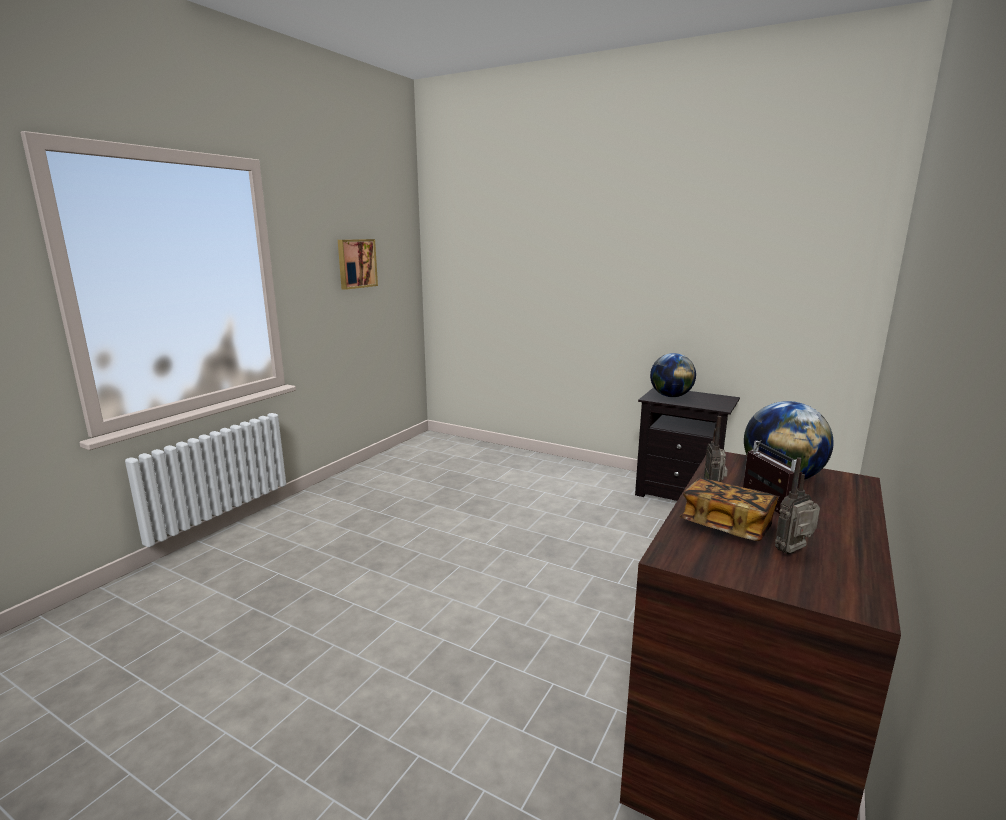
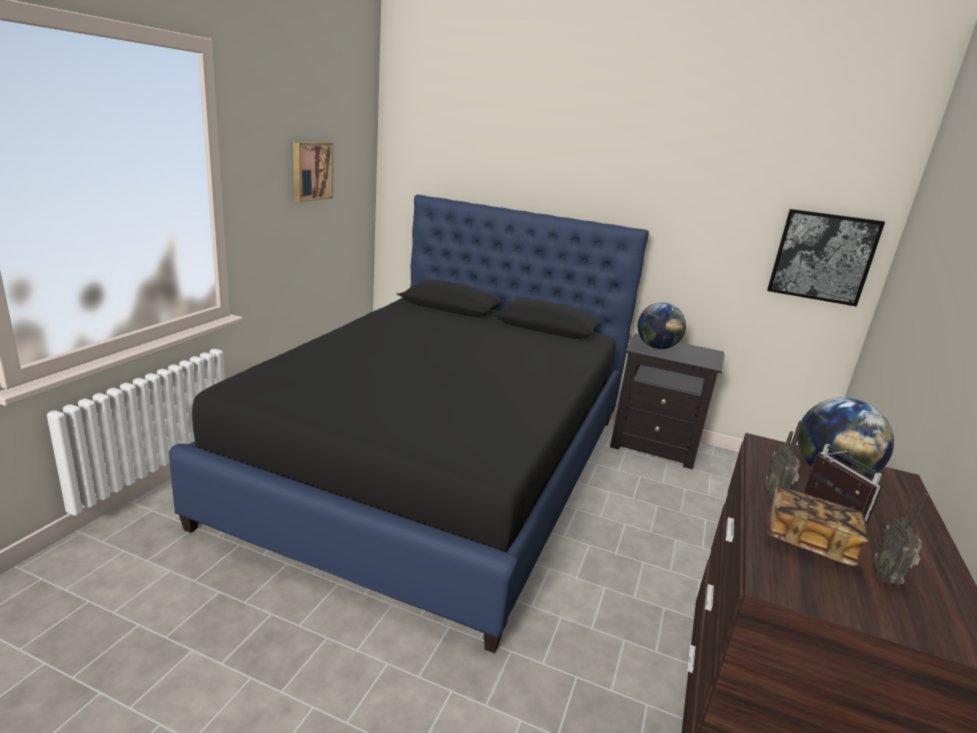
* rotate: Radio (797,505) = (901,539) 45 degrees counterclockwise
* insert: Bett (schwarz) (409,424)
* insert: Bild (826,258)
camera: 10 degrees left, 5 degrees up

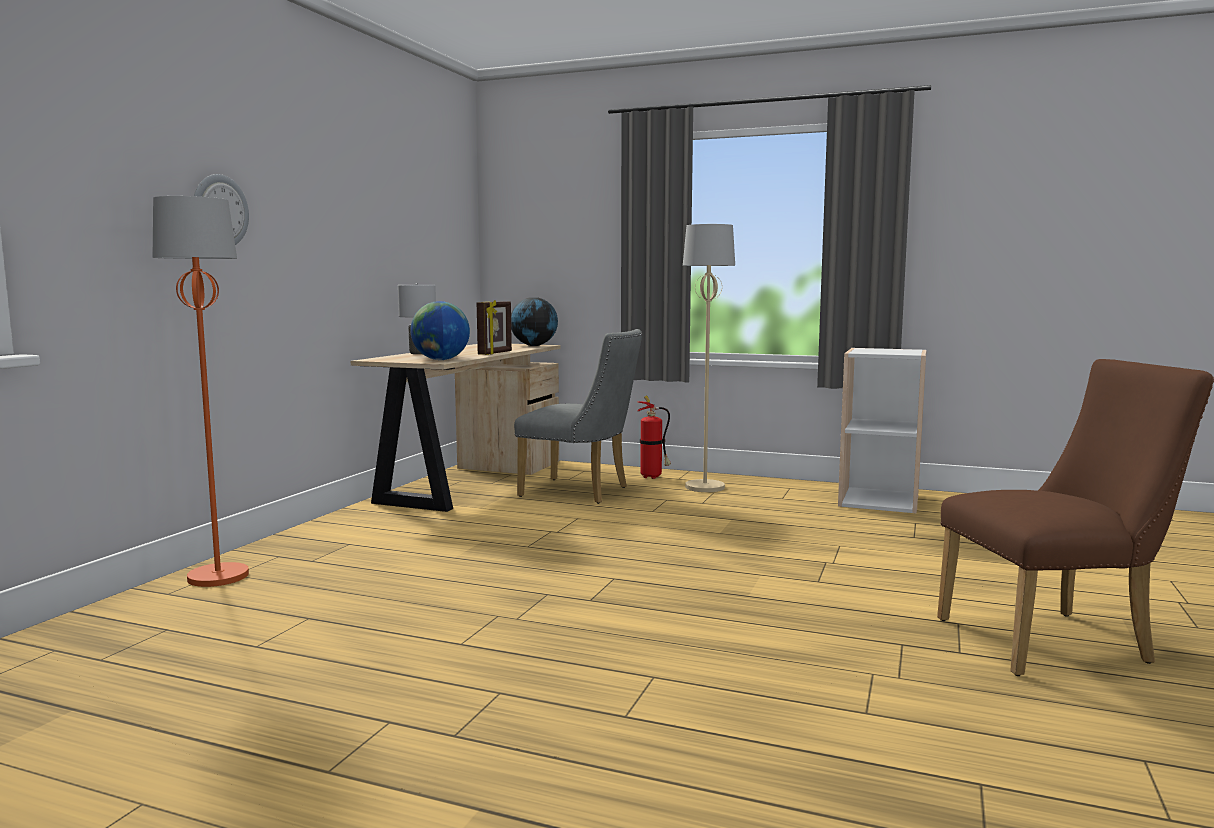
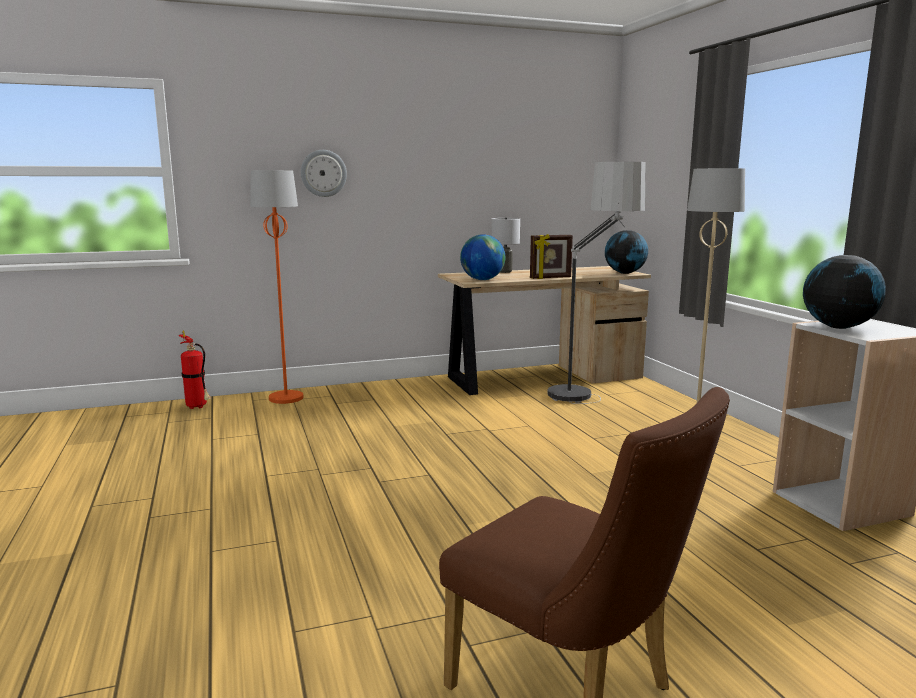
* replace: Stuhl (grau) (578,416) to Stehlampe (596,283)
* move: Feuerlöscher (654,437) to (194,370)
* insert: Globus (844,292)
camera: 50 degrees right, 5 degrees up

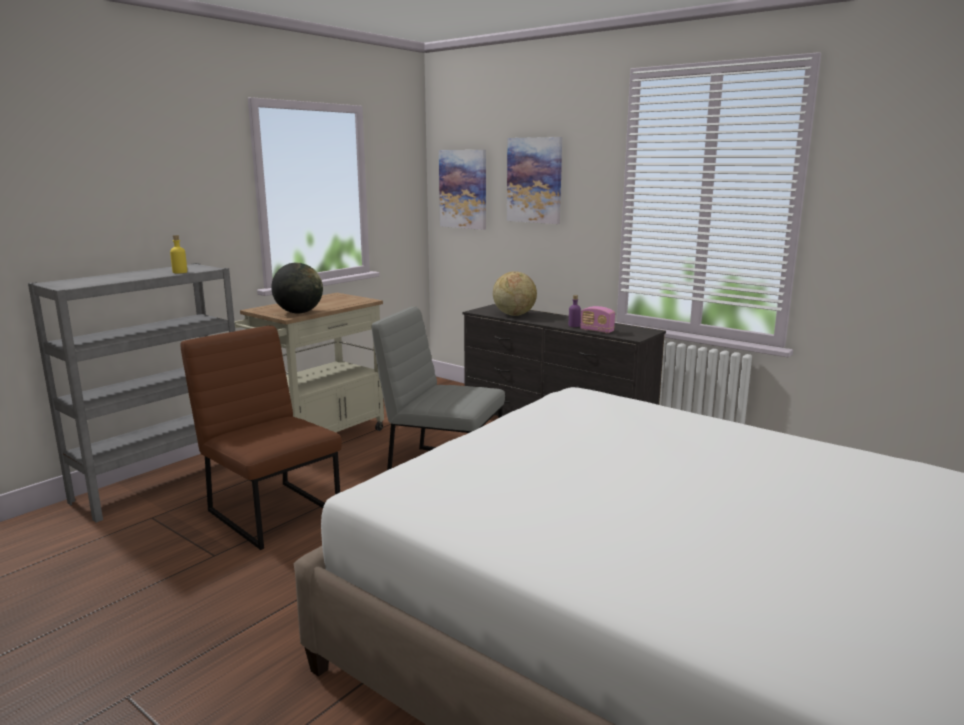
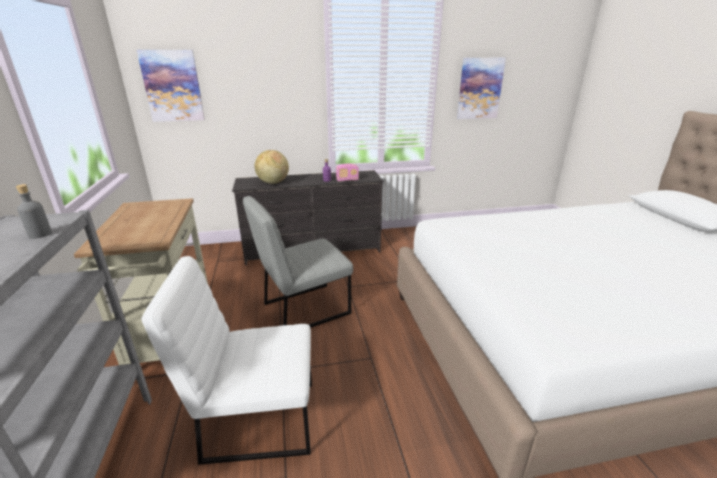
* move: Bild (534,180) to (481,88)
* recolor: Flasche (gelb) (178,254) to Flasche (grau) (34,211)
* delete: Globus (297,288)
* recolor: Stuhl (braun) (261,437) to Stuhl (weiß) (226,360)
camera: 50 degrees left, 10 degrees up

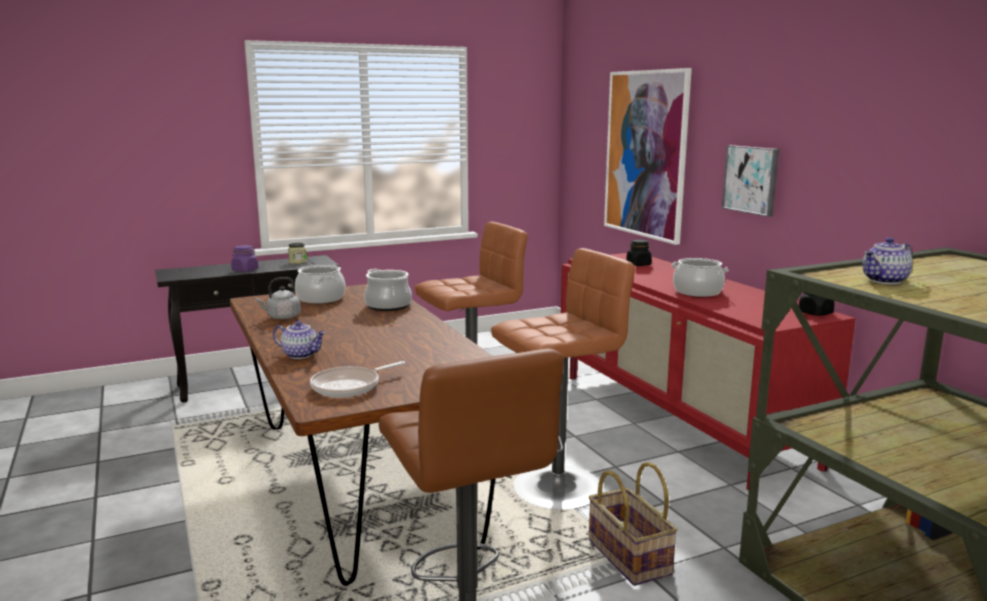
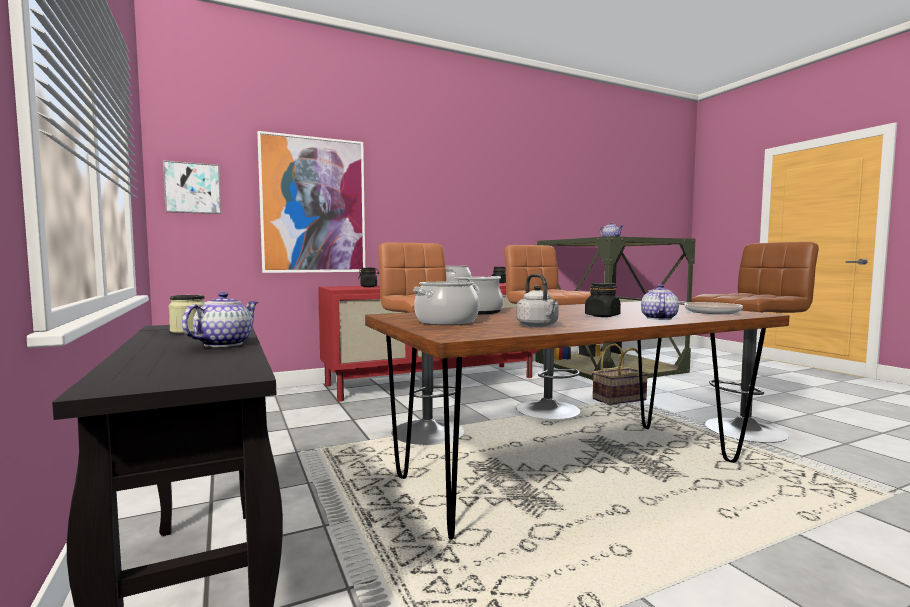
* move: Bild (750,181) to (192,187)
* replace: Vorratsglas (lila) (244,258) to Teekanne (220,319)
* insert: Vorratsglas (schwarz) (603,300)
camera: 90 degrees left, 10 degrees down

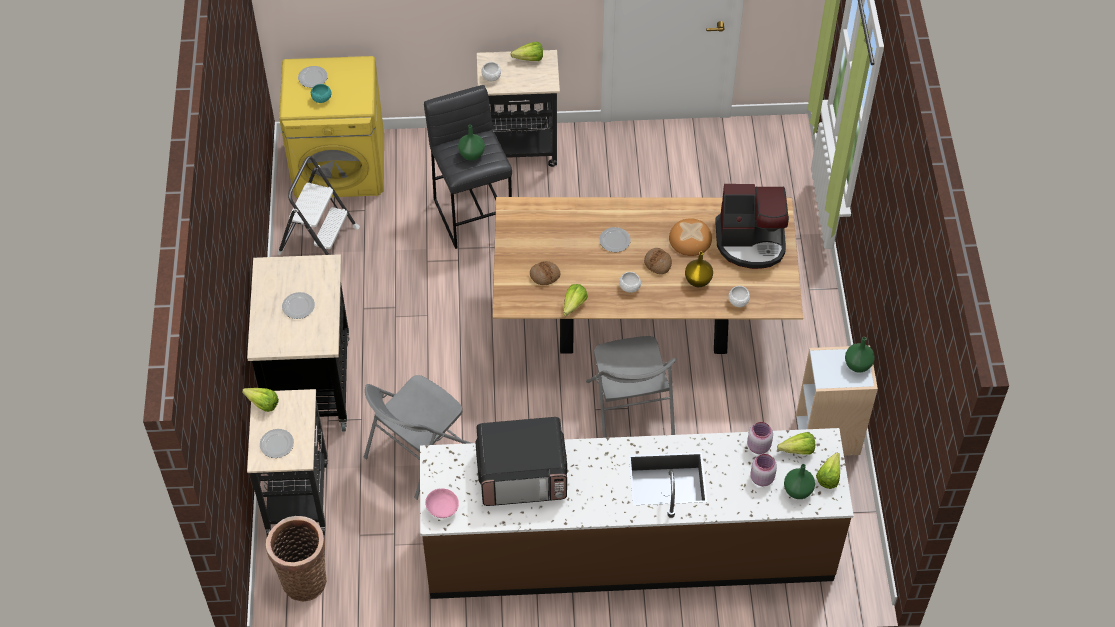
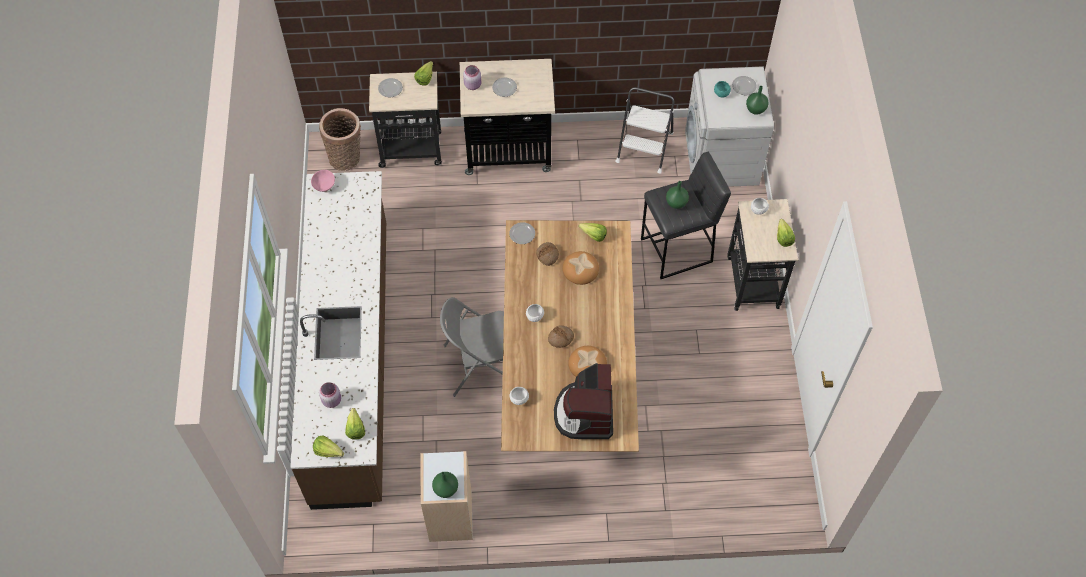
* recolor: Waschmaschine (gelb) (331,127) to Waschmaschine (weiß) (729,126)
* move: Teller (615,239) to (522,233)
* delete: Vase (gelb) (699,269)
* move: Salatkopf (575,300) to (592,232)
* delete: Stuhl (grau) (417,437)
* delete: Mikrowelle (521,461)
* move: Vorratsglas (rosa) (760,438) to (472,77)
* move: Vase (grün) (799,481) to (757,100)
* insert: Brot (581,268)
camera: 90 degrees right, 5 degrees up

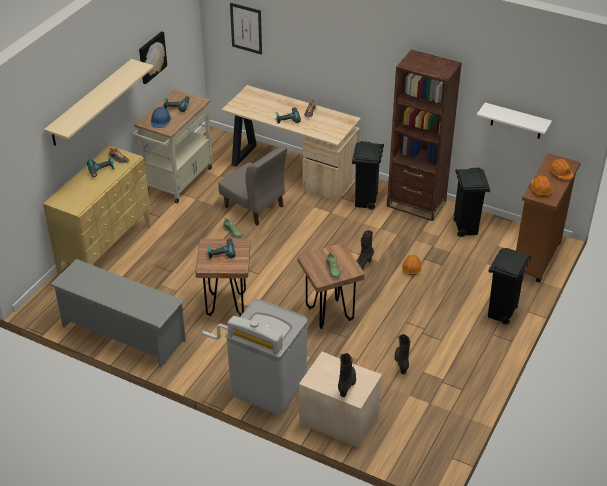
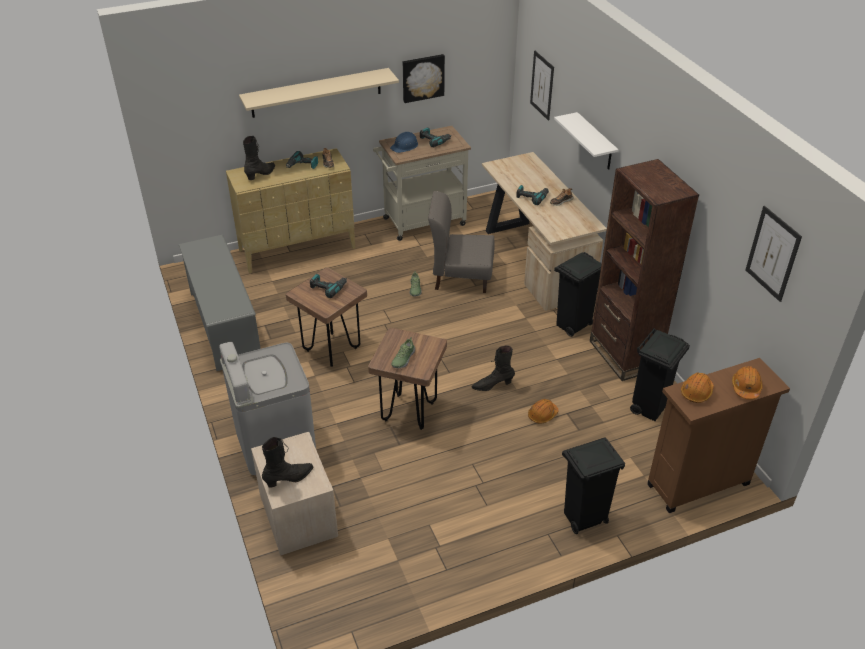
* move: Wandregal (weiß) (514,121) to (586,141)
* rotate: Stuhl (grau) (252,185) = (461,242) 105 degrees clockwise
* move: Stiefel (schwarz) (402,354) to (259,158)
* insert: Bild (774,254)
camera: 40 degrees right, 0 degrees up

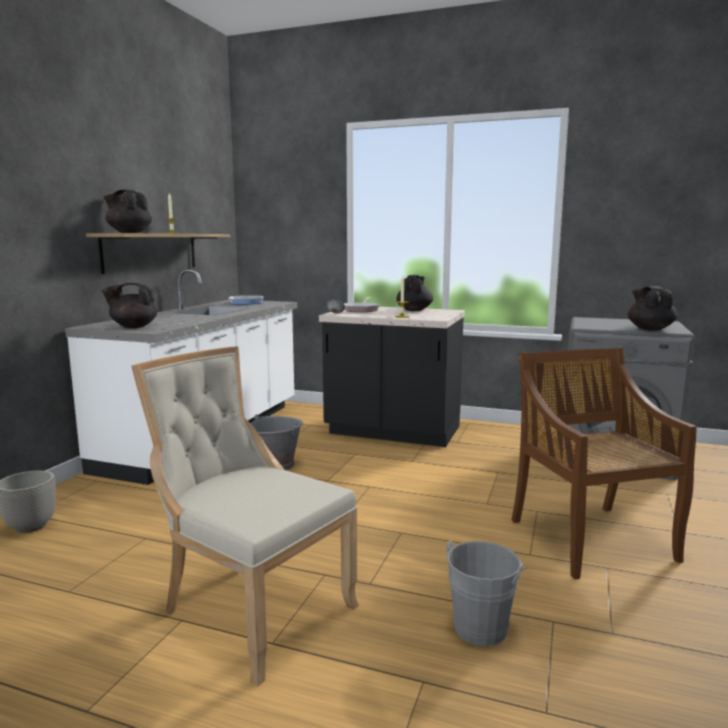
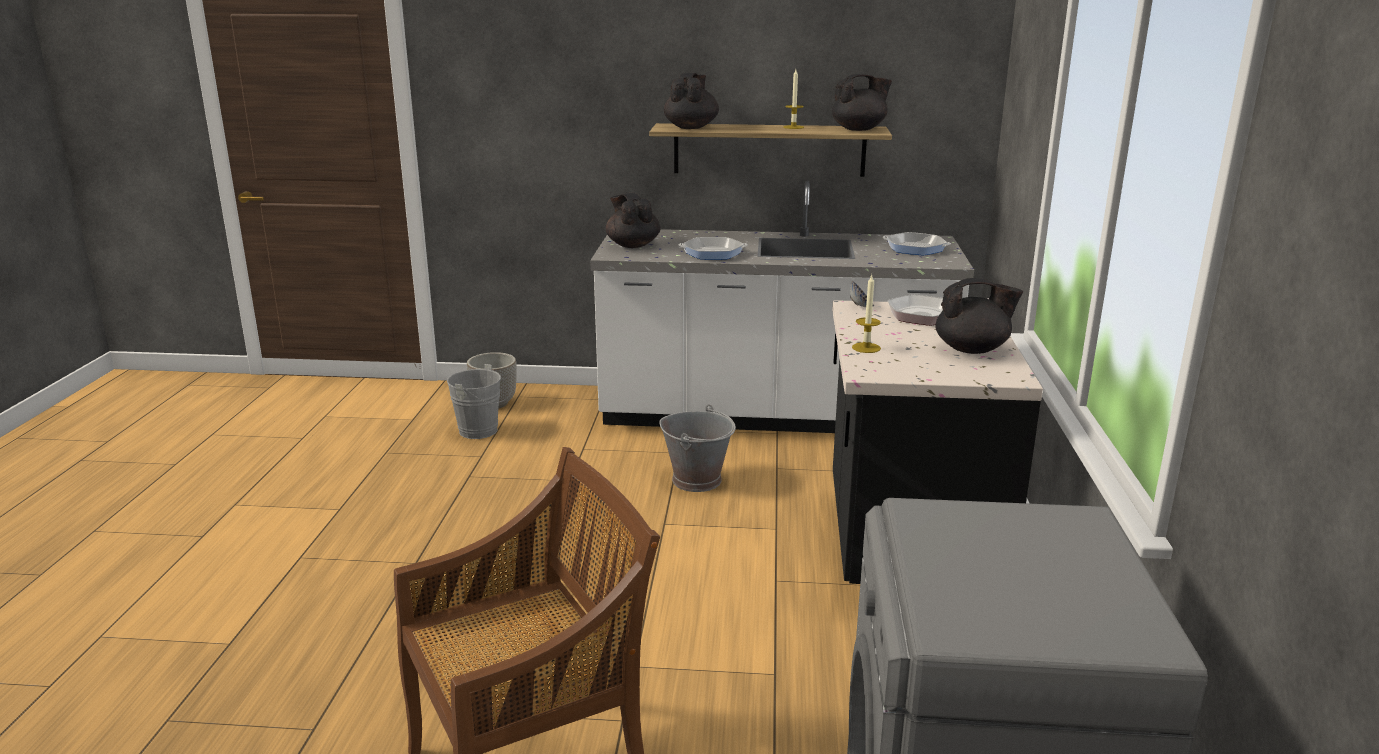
* move: Teekanne (schwarz) (652,308) to (862,102)
* delete: Stuhl (beige) (245,516)
* move: Eimer (grau) (486,593) to (479,401)
* insert: Pfanne (713,248)
camera: 75 degrees right, 10 degrees up

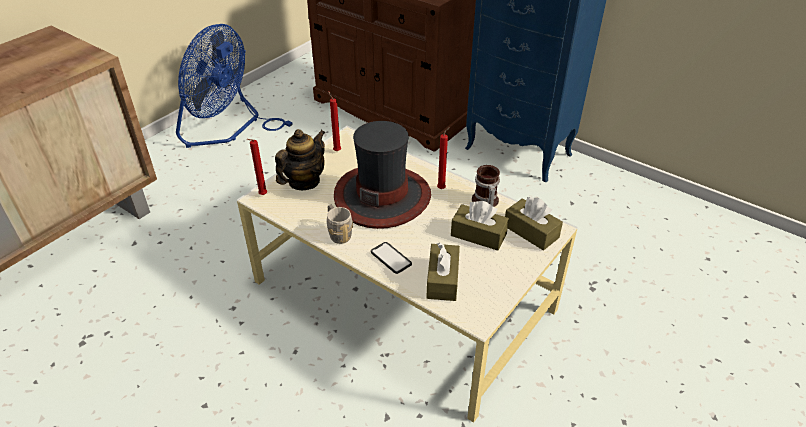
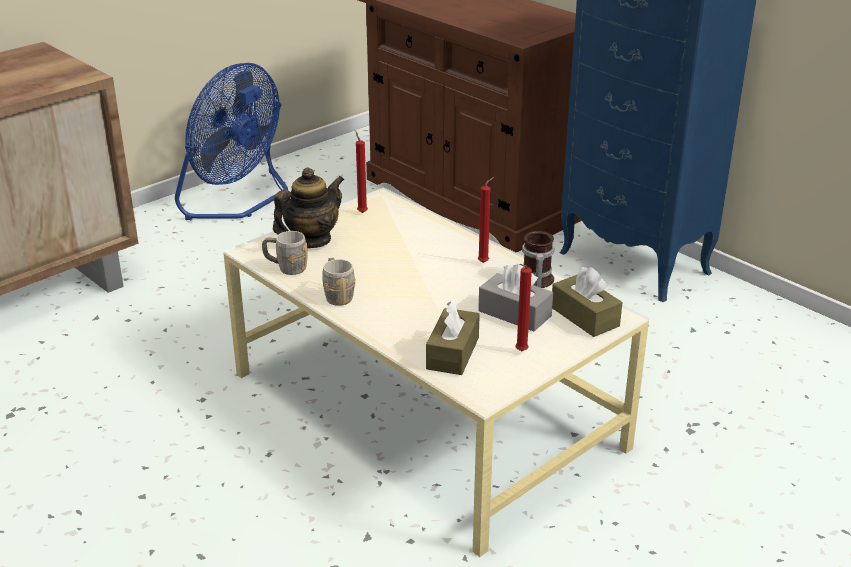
* delete: Hut (382,175)
* move: Kerze (rot) (257,167) to (524,307)
* recolor: Taschentuchbox (braun) (480,226) to Taschentuchbox (grau) (515,297)
* delete: Handy (391,258)
* insert: Henkelbecher (grau) (285,253)
camera: 10 degrees right, 10 degrees down

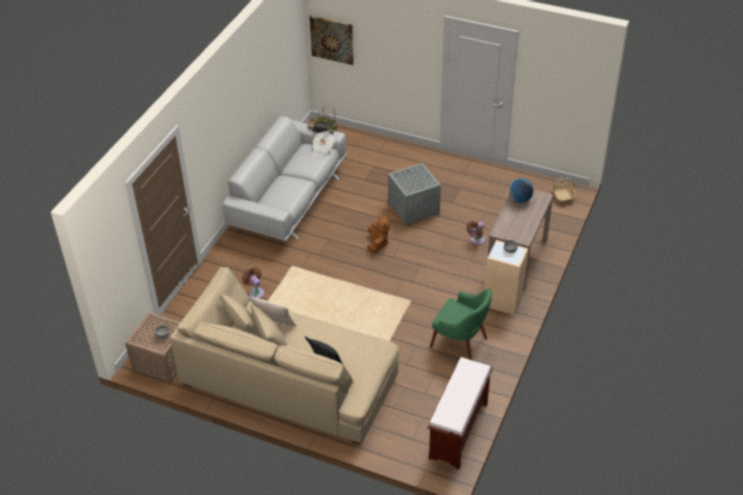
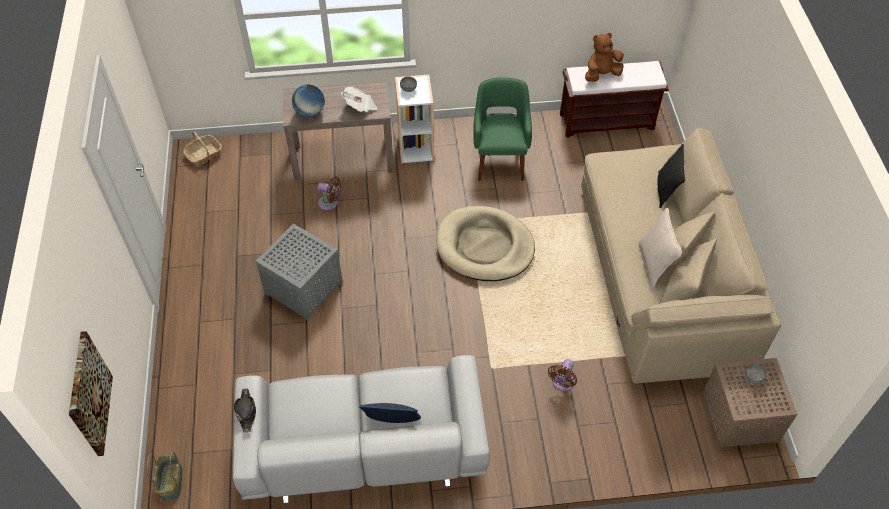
* move: Zeitung (323,143) to (359,99)
* move: Plüschtier (braun) (378,234) to (604,57)
* insert: Hundebett (beige) (485,243)
* insert: Kissen (blau) (390,413)
camera: 120 degrees left, 10 degrees up

